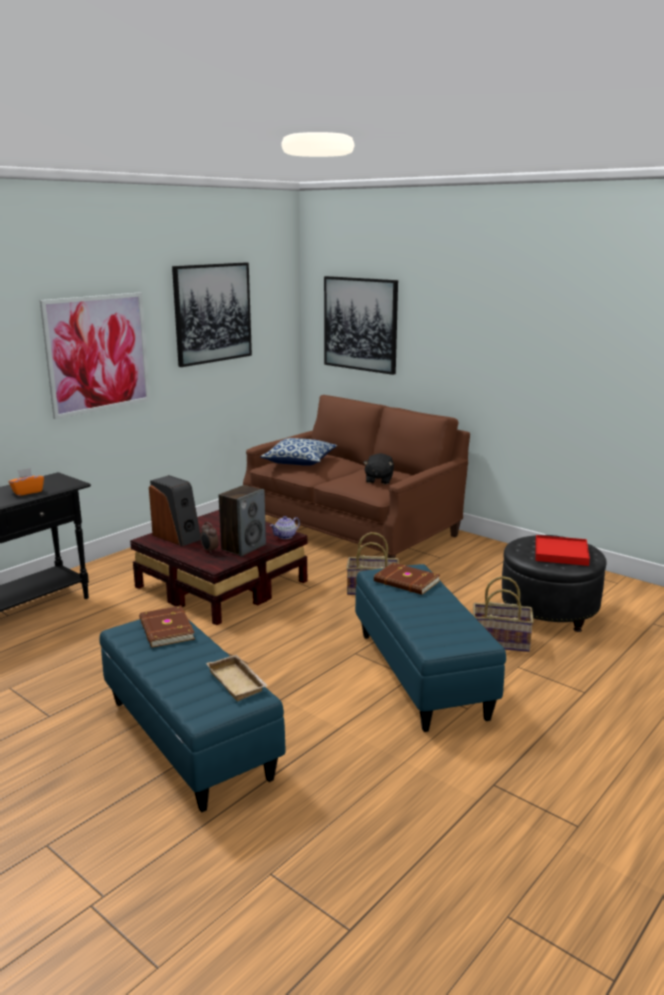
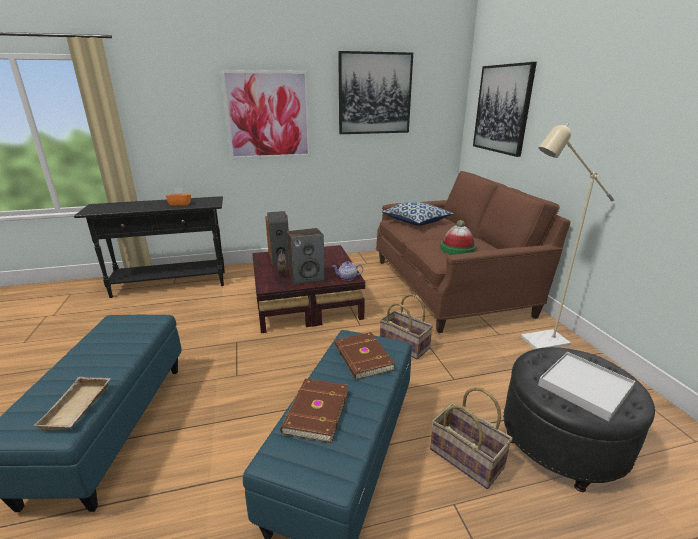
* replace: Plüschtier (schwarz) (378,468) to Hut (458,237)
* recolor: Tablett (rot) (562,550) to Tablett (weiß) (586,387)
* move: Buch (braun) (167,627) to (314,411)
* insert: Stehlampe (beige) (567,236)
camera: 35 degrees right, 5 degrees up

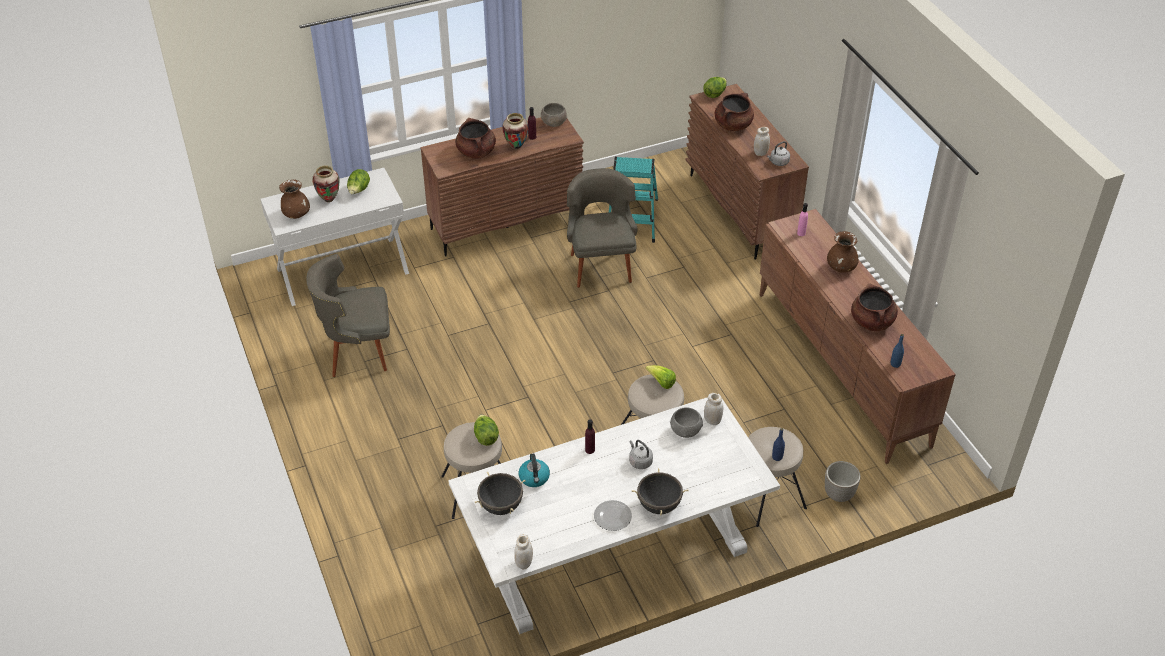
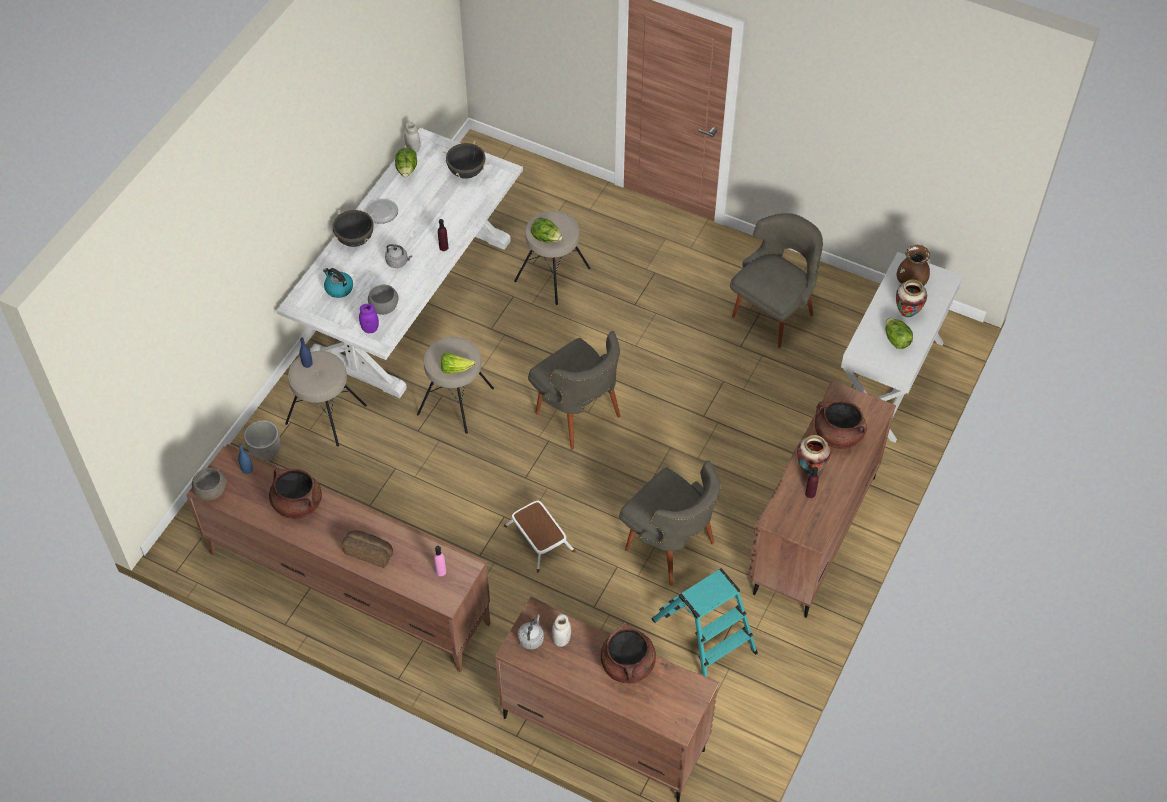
* move: Salatkopf (715,87) to (406,162)
* move: Schüssel (grau) (554,115) to (209,484)
* replace: Vase (braun) (842,252) to Brot (367,549)
* recolor: Vorratsglas (weiß) (714,409) to Vorratsglas (lila) (369,318)
* move: Wasserkessel (534,470) to (338,283)
* insert: Stuhl (grau) (574,390)
* insert: Trittleiter (braun) (540,537)
camera: 140 degrees right, 10 degrees up

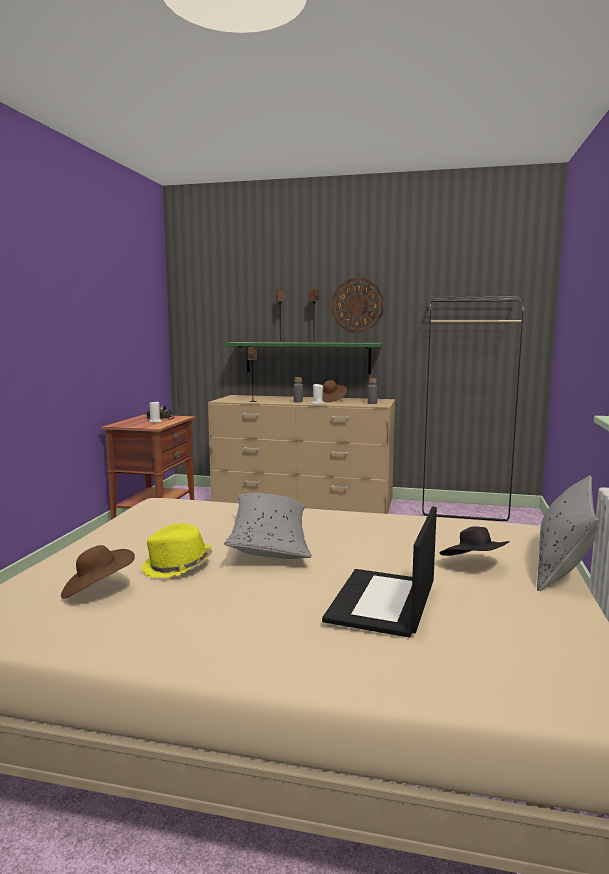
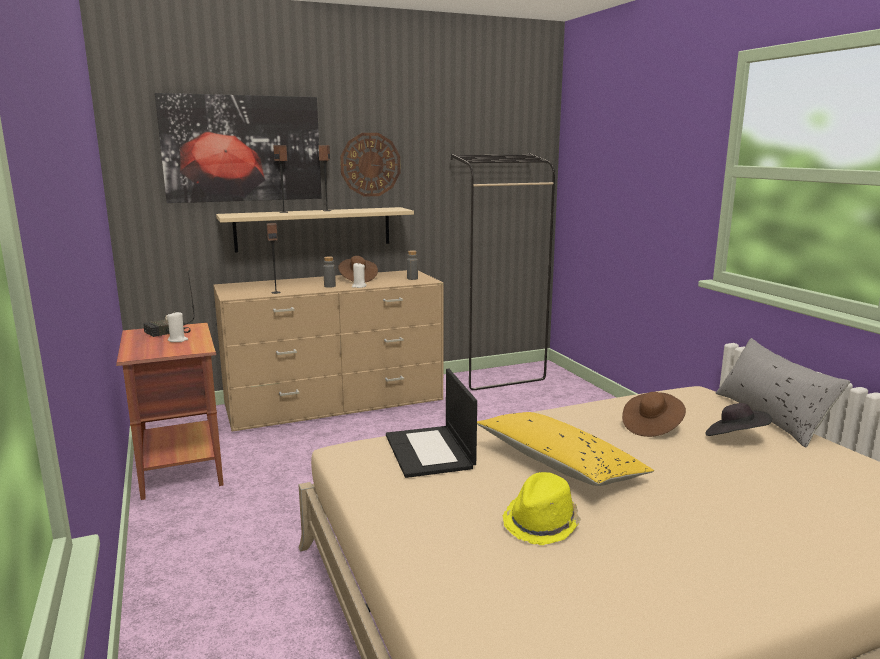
* recolor: Wandregal (grün) (304,358) to Wandregal (beige) (315,230)
* recolor: Kissen (grau) (268,526) to Kissen (gelb) (565,449)
* move: Laptop (379,572) to (431,423)
* move: Hut (braun) (98,572) to (654,414)
* insert: Bild (238,148)
camera: 35 degrees left, 5 degrees up

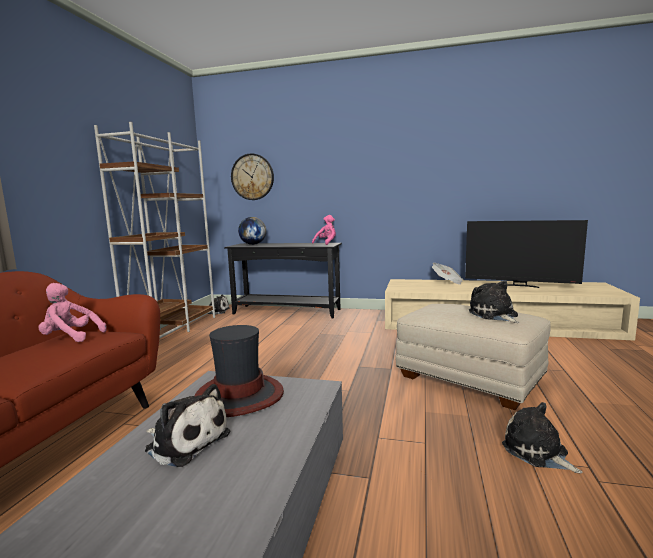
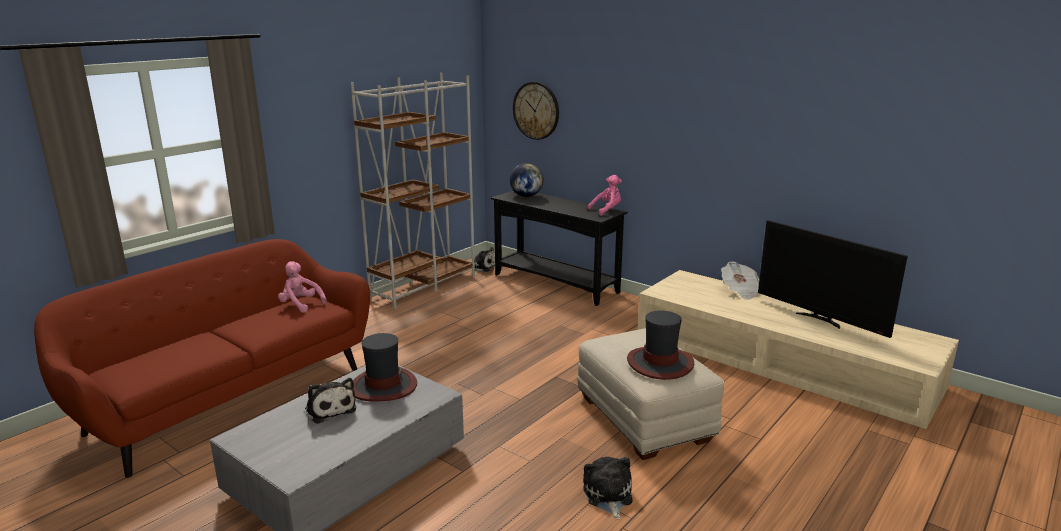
* replace: Plüschtier (494,301) to Hut (660,345)
camera: 25 degrees right, 10 degrees up

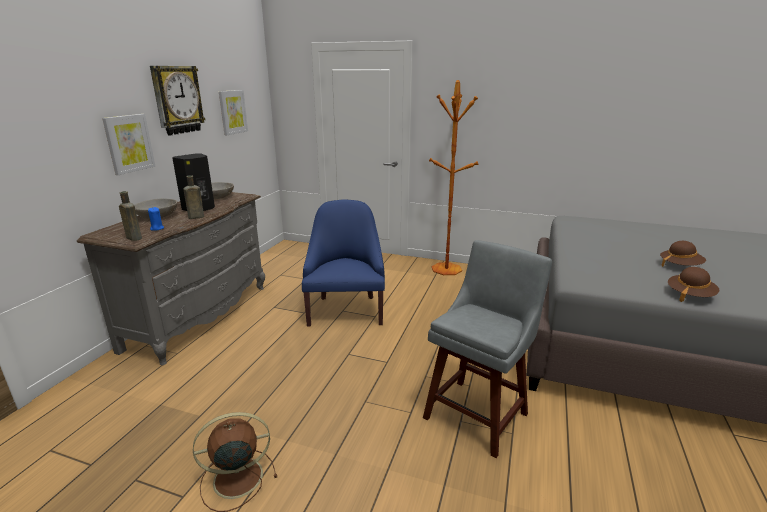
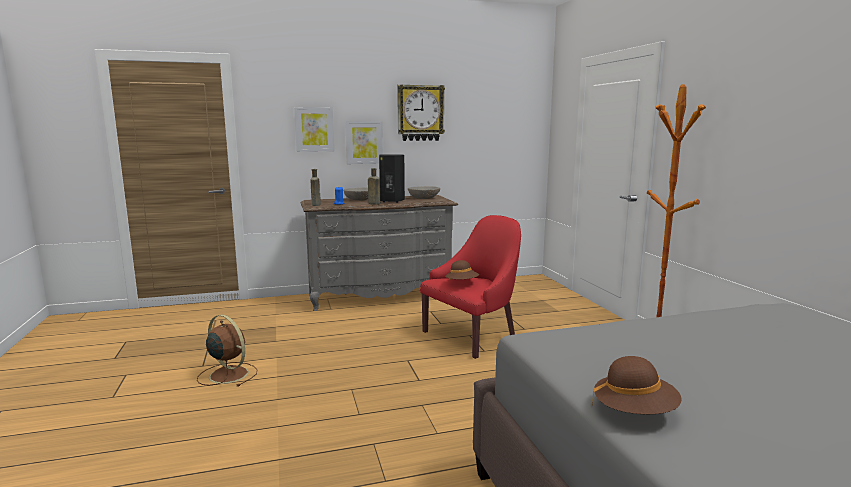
* move: Bild (233,112) to (314,129)
* recolor: Sessel (blau) (343,263) to Sessel (rot) (470,287)
* delete: Stuhl (grau) (487,349)
* move: Hut (braun) (683,254) to (462,270)
camera: 55 degrees right, 10 degrees down

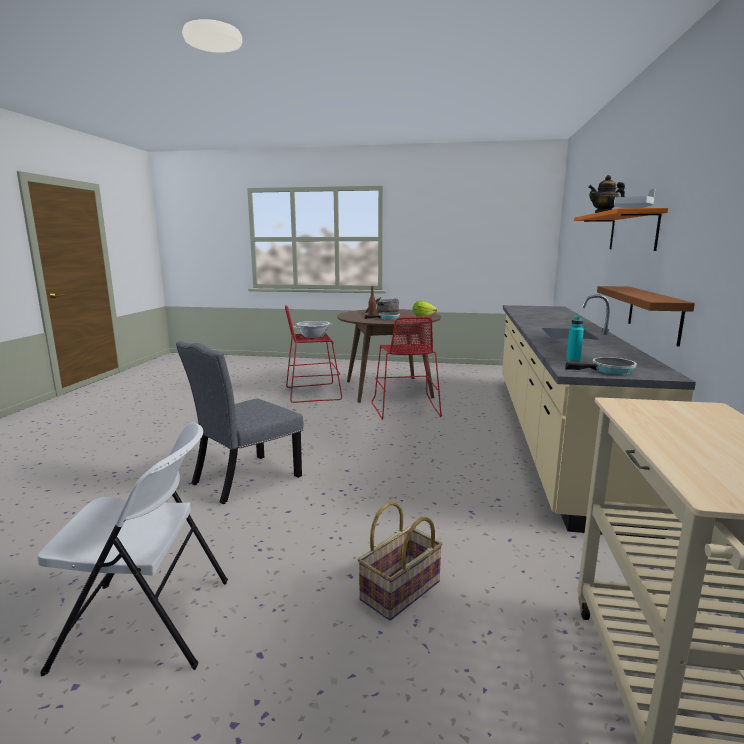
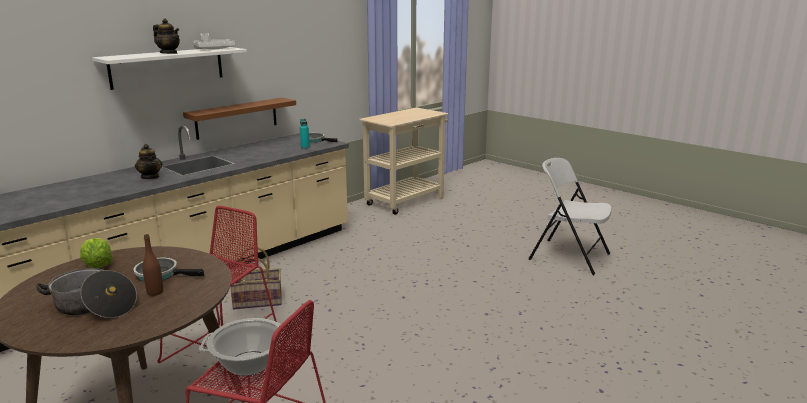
* recolor: Wandregal (orange) (621,229) to Wandregal (weiß) (169,68)
* delete: Stuhl (grau) (240,422)
* move: Korb (400,561) to (256,277)
* insert: Teekanne (148,161)
camera: 145 degrees left, 5 degrees up

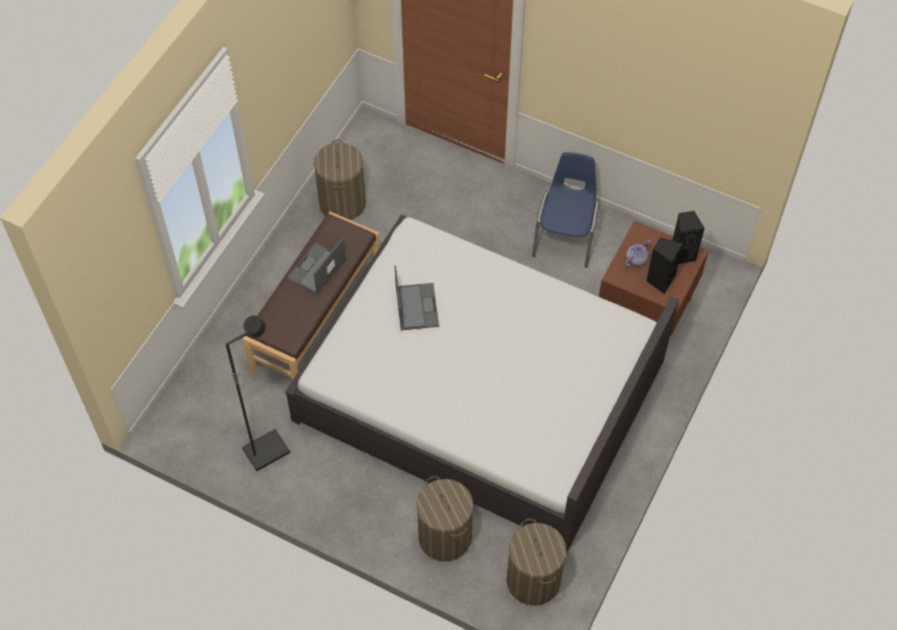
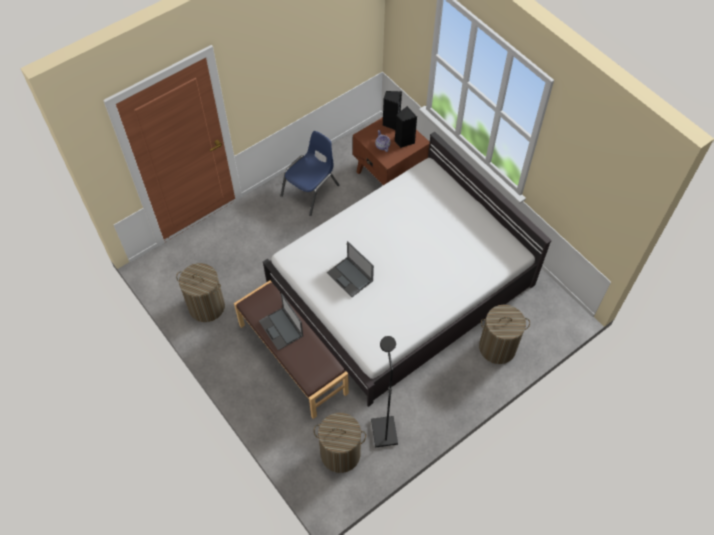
* rotate: Stuhl (blau) (565,209) = (310,173) 90 degrees clockwise
* rotate: Laptop (417,298) = (350,269) 150 degrees counterclockwise
* move: Wäschekorb (537,562) to (340,443)
camera: 65 degrees left, 0 degrees up

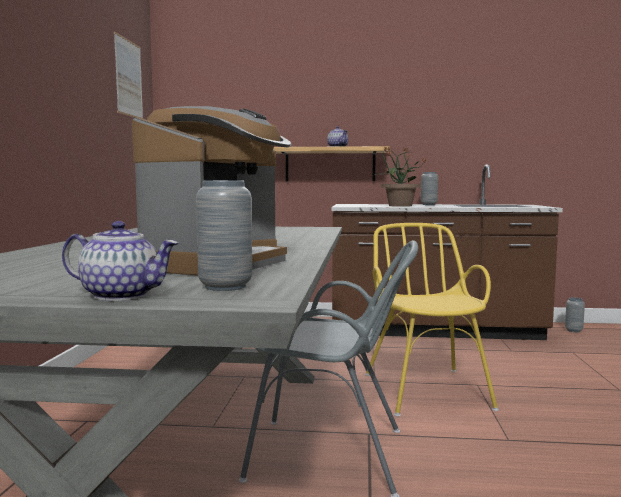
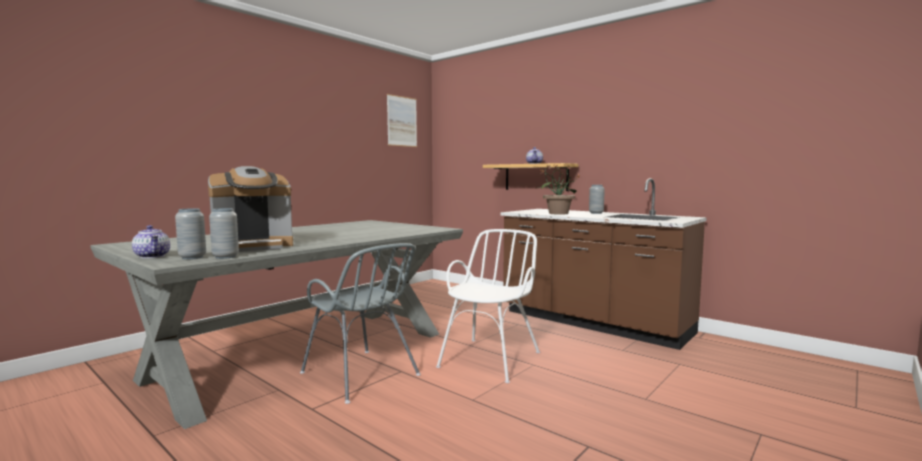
* recolor: Stuhl (gelb) (432,320) to Stuhl (weiß) (488,306)
* move: Vase (grau) (575,314) to (224,233)
camera: 35 degrees right, 0 degrees up

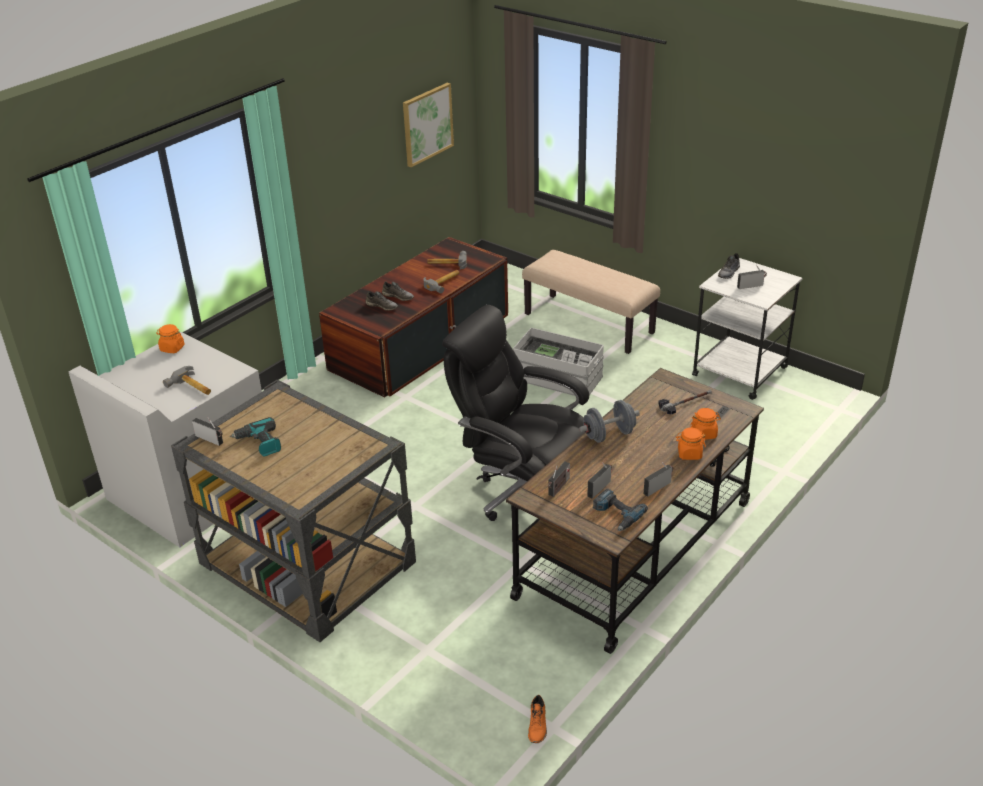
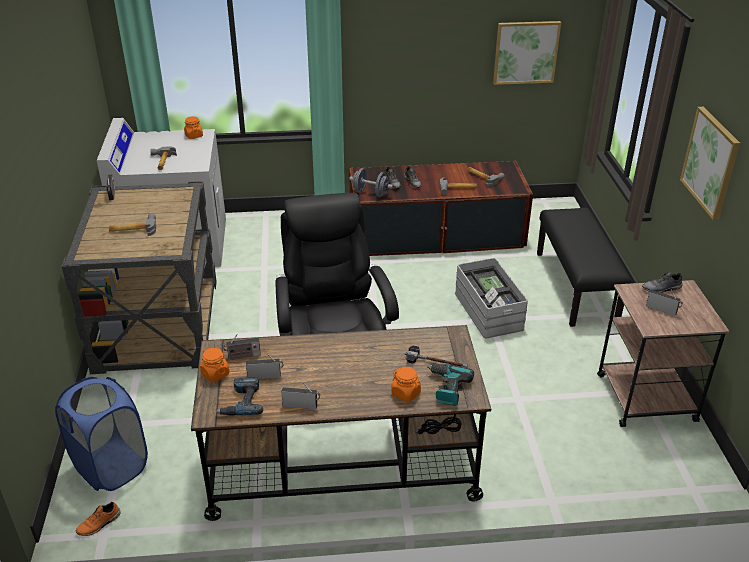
* recolor: Bank (beige) (591,302) to Bank (schwarz) (584,267)
* recolor: Rollwagen (weiß) (747,329) to Rollwagen (braun) (663,353)
* move: Hantel (grau) (609,421) to (371,182)
* move: Bohrmaschine (255,437) to (450,384)
* move: Vorratsglas (orange) (691,443) to (215,365)
* insert: Bild (710,163)
* insert: Hammer (132,224)
* insert: Wäschekorb (blau) (101,434)
camera: 45 degrees right, 0 degrees up

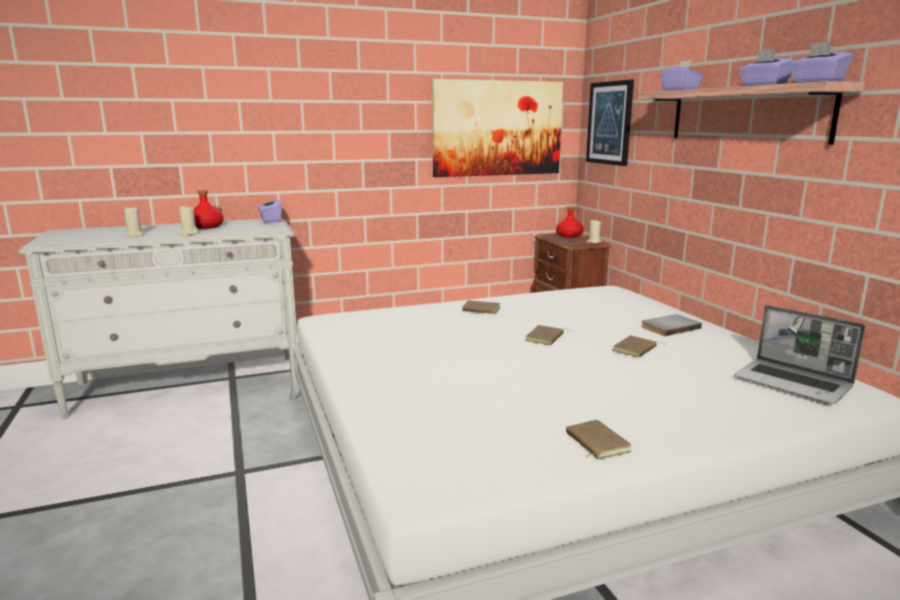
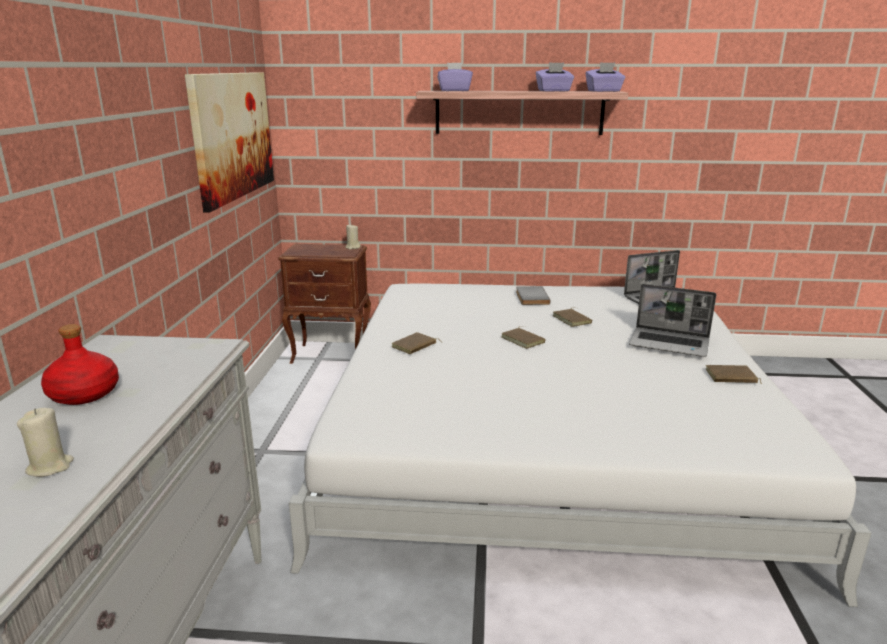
* delete: Bild (610,123)
* delete: Taschentuchbox (lila) (270,209)
* delete: Flasche (rot) (570,222)
* delete: Kerze (beige) (189,221)
* insert: Laptop (672,320)
camera: 65 degrees left, 5 degrees up

